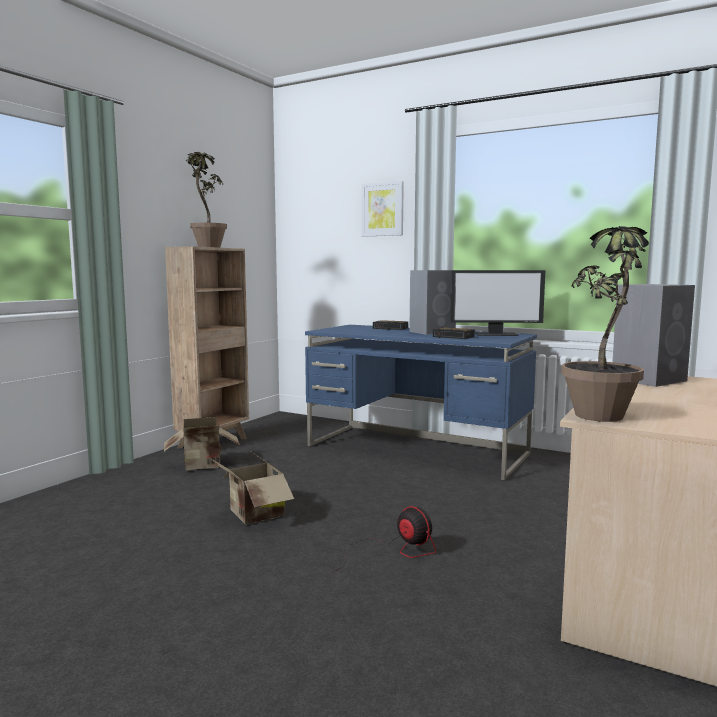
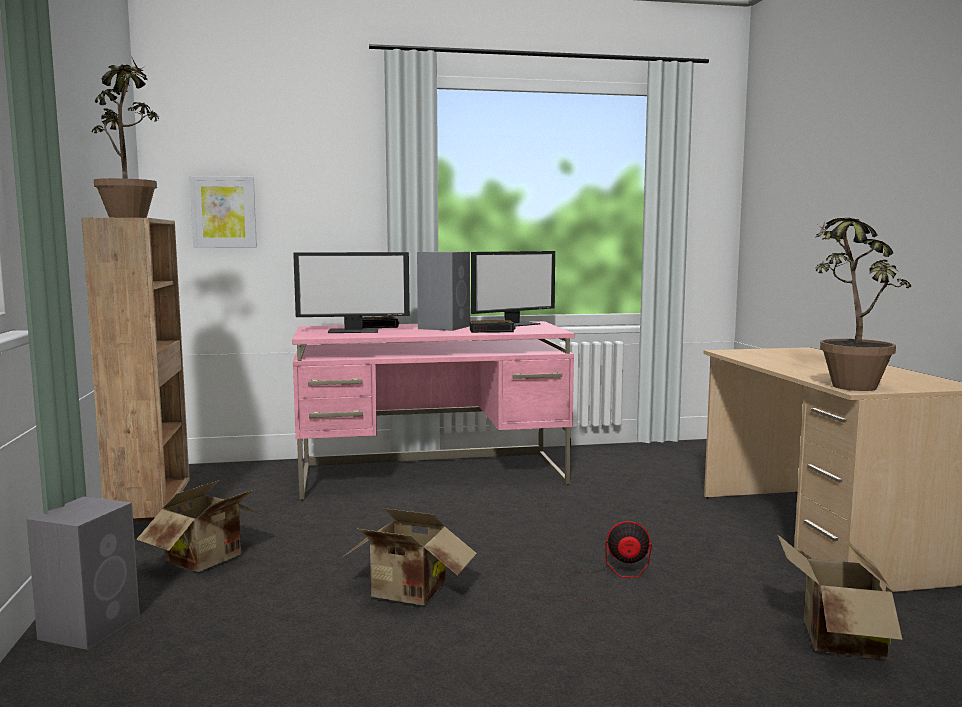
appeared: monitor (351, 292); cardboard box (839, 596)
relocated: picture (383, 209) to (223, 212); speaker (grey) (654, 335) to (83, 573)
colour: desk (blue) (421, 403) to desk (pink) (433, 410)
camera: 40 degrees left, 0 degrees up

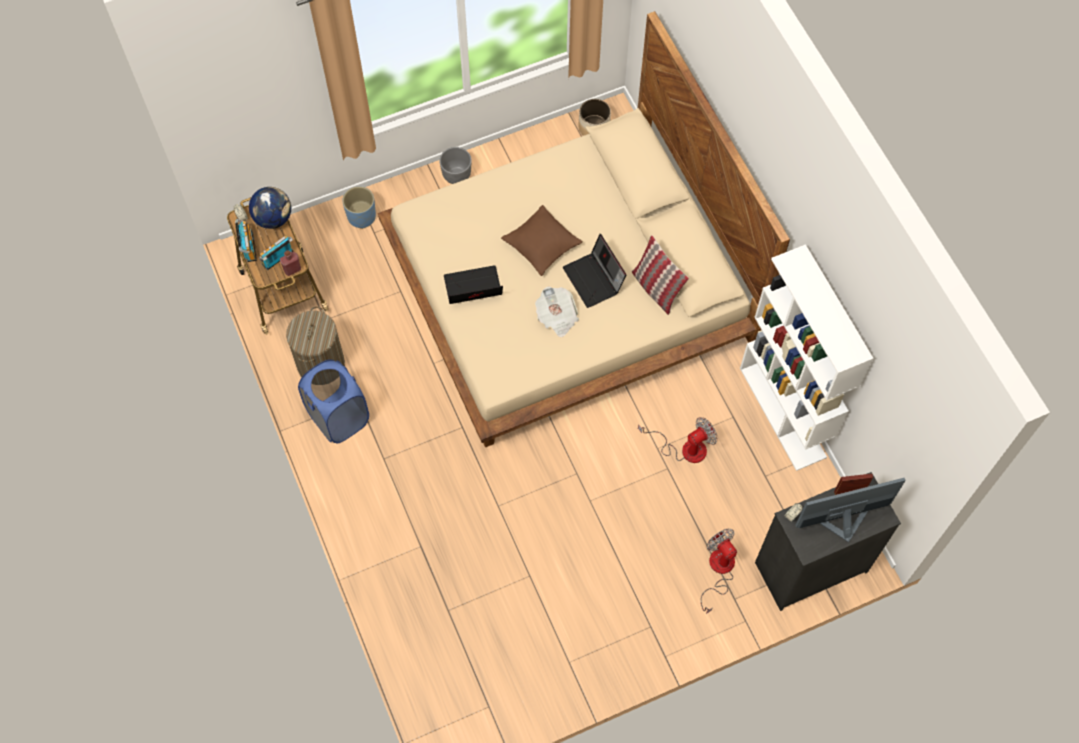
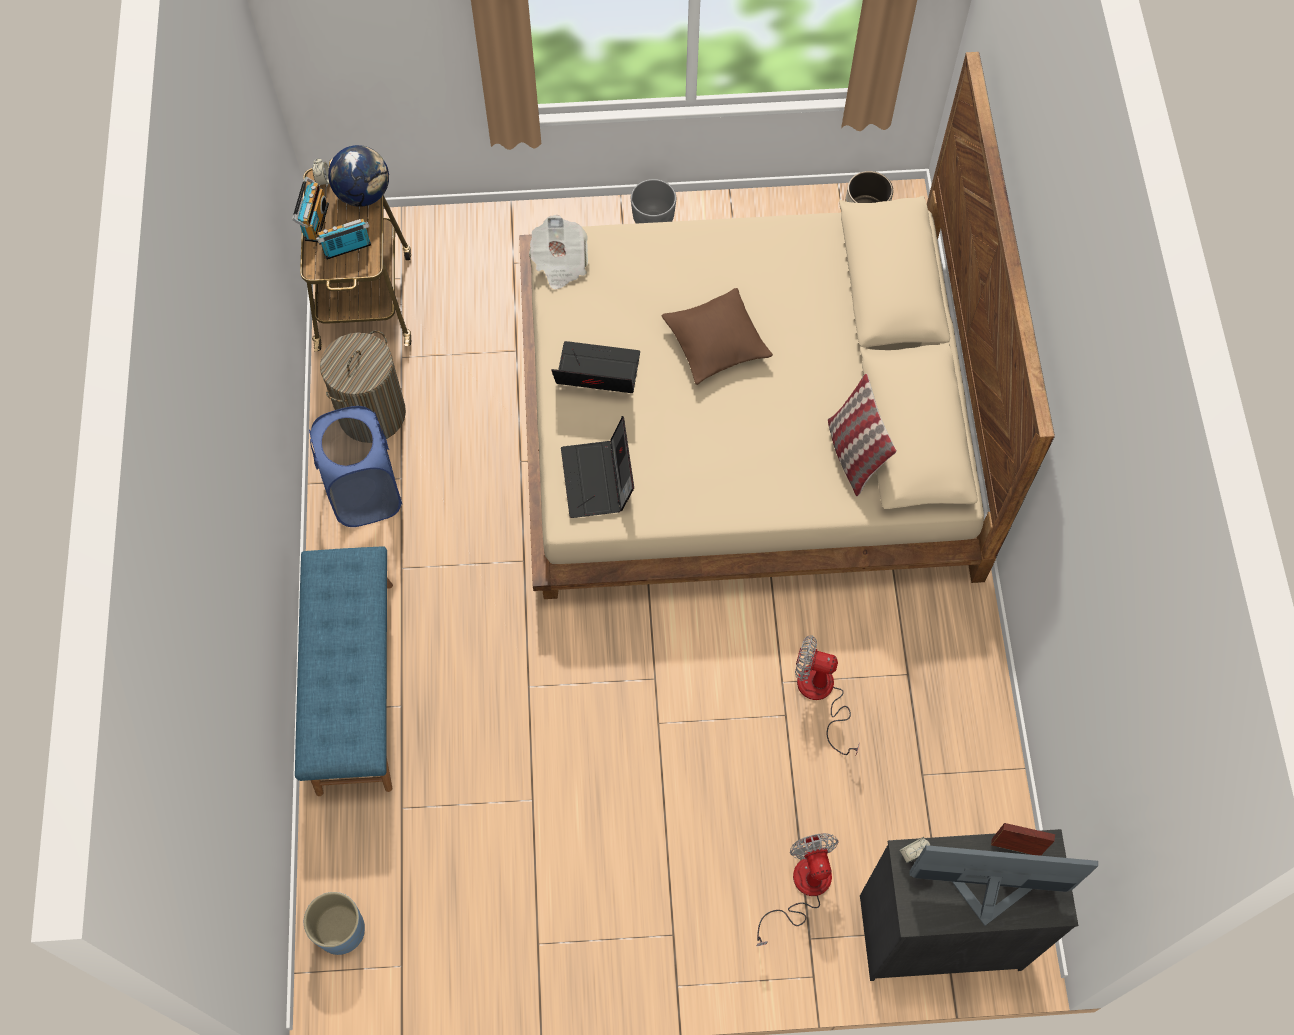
missing: bottle (red) (290, 263); bookcase (white) (807, 357)
appeared: bench (blue) (344, 671)
relocated: planter (blue) (359, 207) to (334, 923); newspaper (557, 311) to (558, 252); laptop (594, 271) to (597, 467)
spun: fan (678, 440) = (827, 695) 150 degrees counterclockwise
camera: 20 degrees right, 0 degrees up

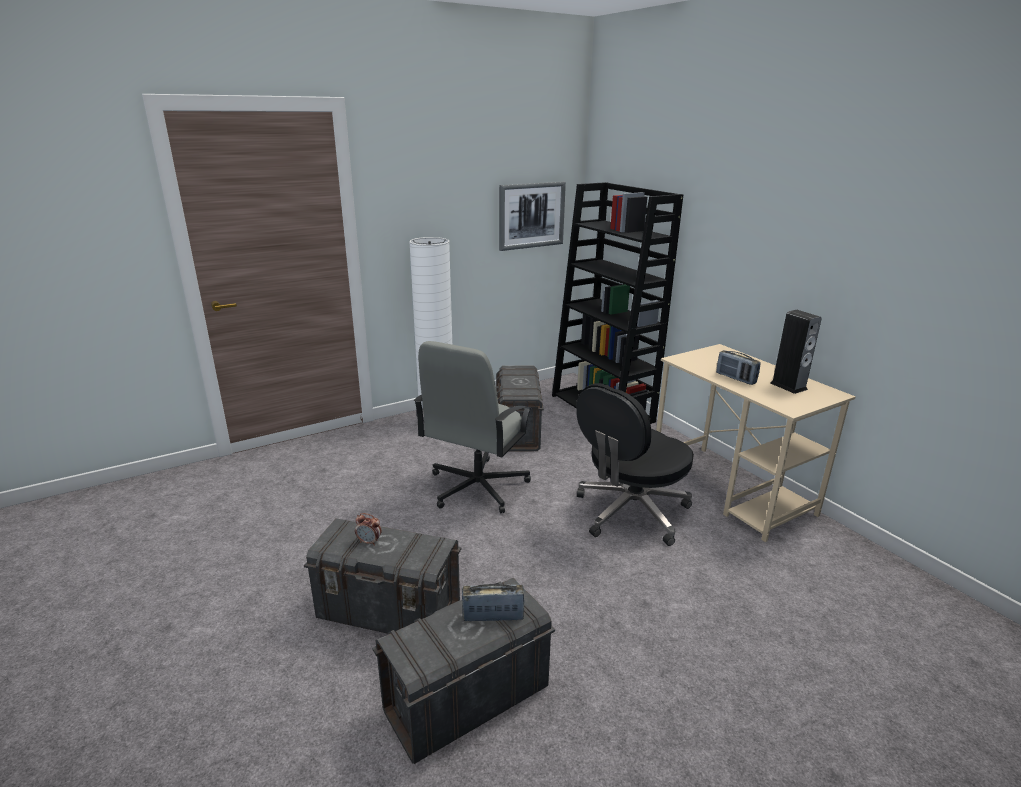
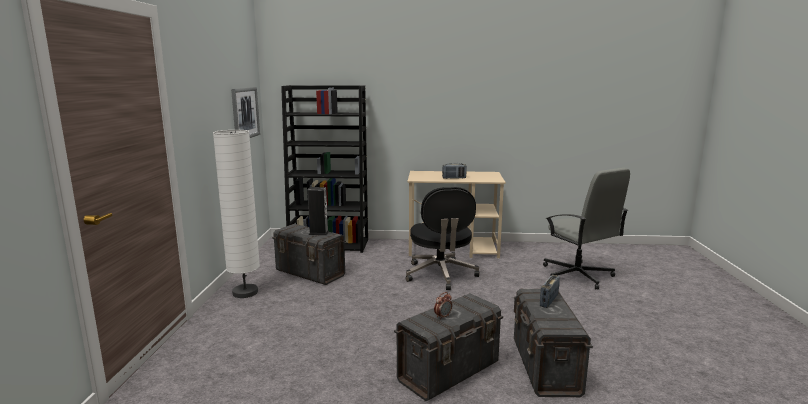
relocated: office chair (grey) (473, 427) to (586, 228); speaker (796, 352) to (318, 211)
camera: 55 degrees left, 10 degrees down

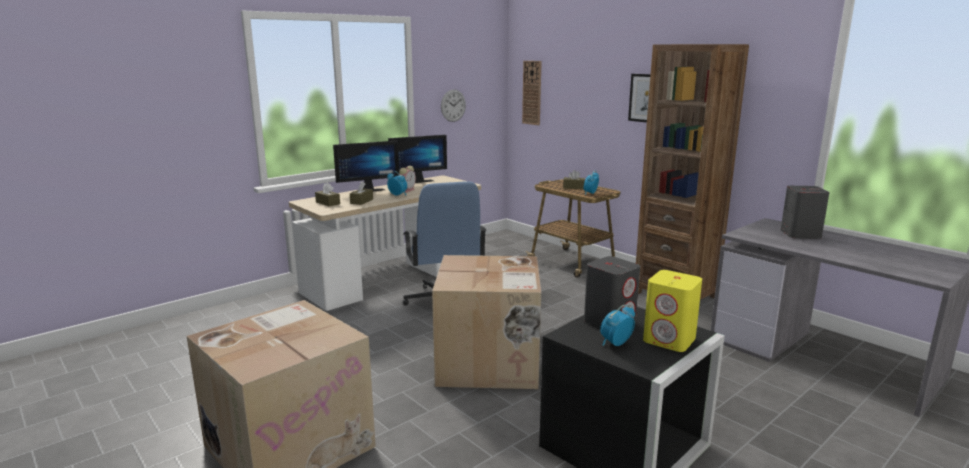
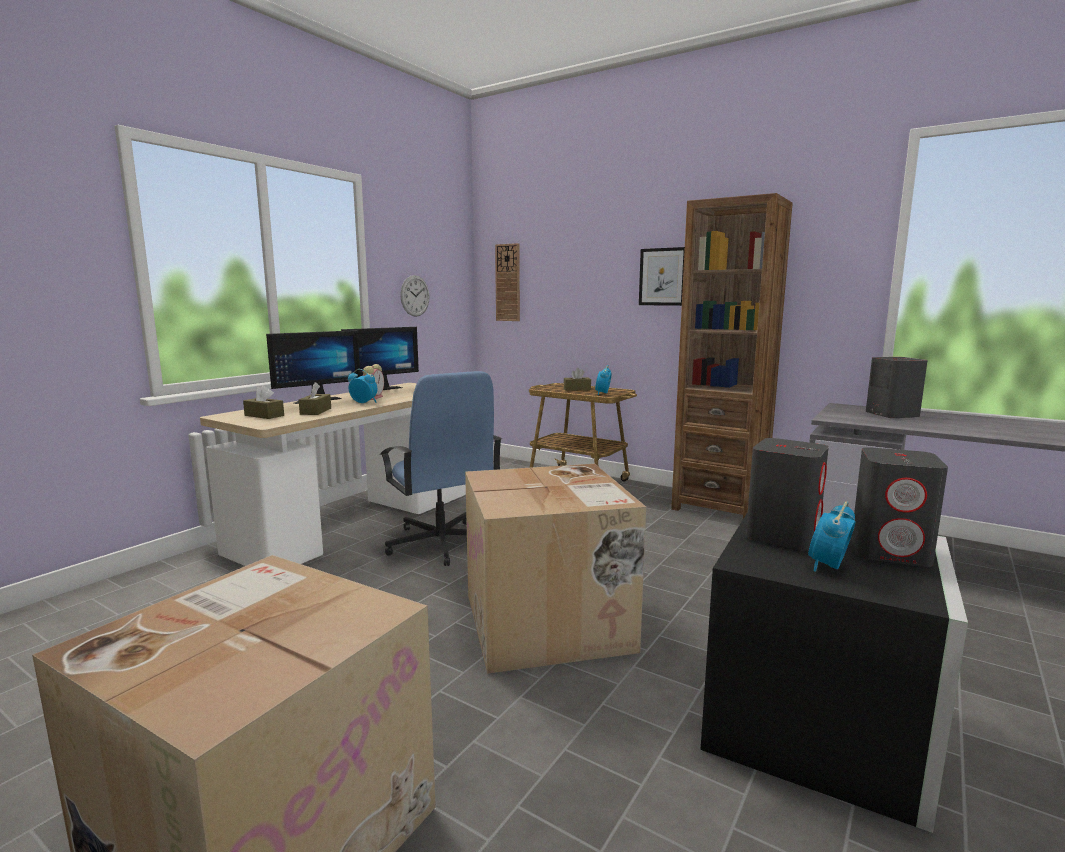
colour: speaker (yellow) (672, 311) to speaker (grey) (899, 507)
camera: 15 degrees left, 5 degrees down

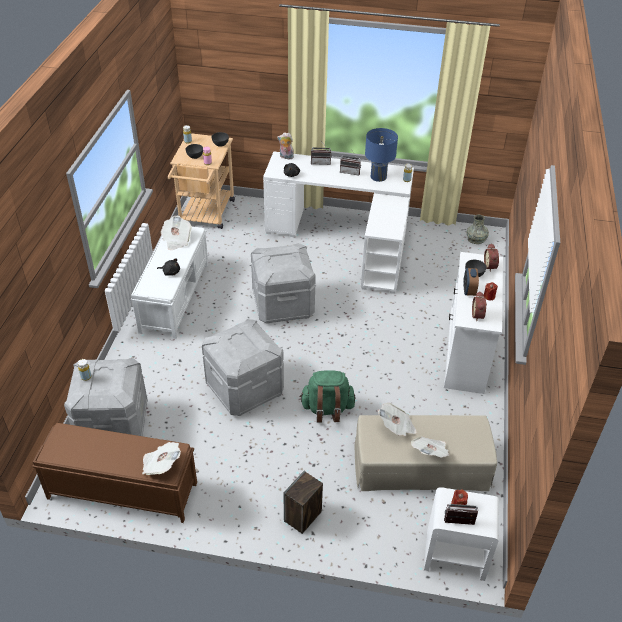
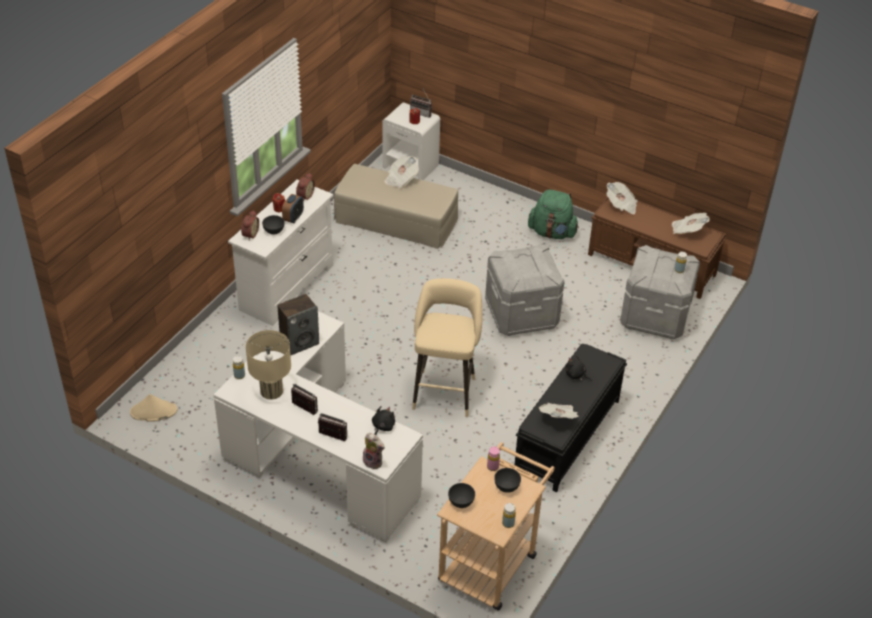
relocated: speaker (303, 502) to (298, 324); backpack (green) (328, 396) to (553, 214); newspaper (397, 419) to (691, 223)
exchanged: storage box (grey) (283, 283) to stool (beige) (447, 347); vase (grey) (478, 229) to hat (beige) (153, 408)
colour: bench (white) (169, 282) to bench (black) (570, 418); table lamp (blue) (381, 155) to table lamp (beige) (268, 365)
camera: 160 degrees left, 0 degrees up

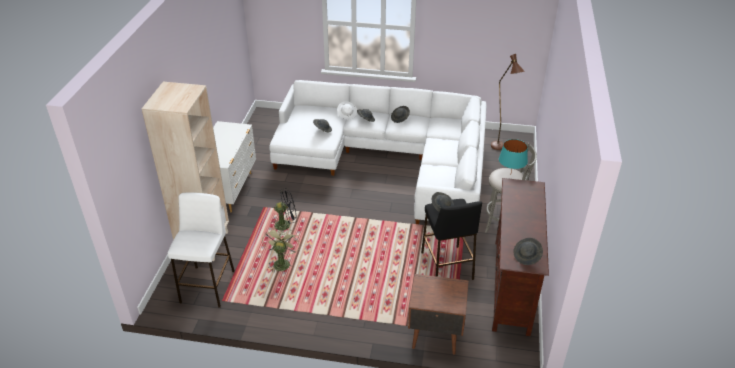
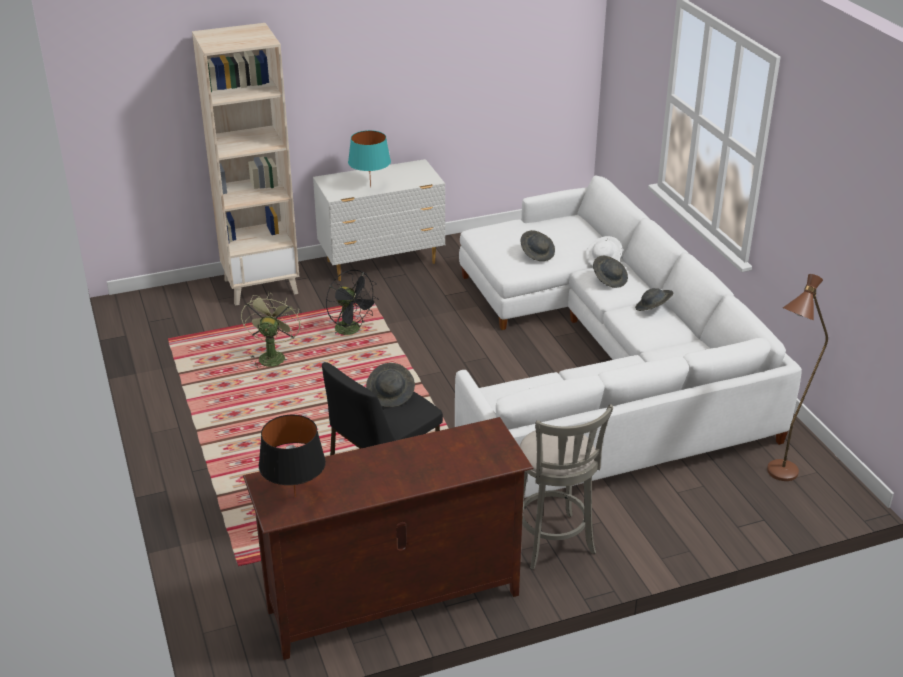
missing: stool (white) (201, 250); nightstand (brown) (438, 314)
relocated: table lamp (turquoise) (513, 155) to (369, 158)
exchanged: hat (grey) (528, 251) to table lamp (black) (292, 456)
spun: fan (green) (281, 250) = (271, 330) 60 degrees counterclockwise
camera: 60 degrees right, 5 degrees down

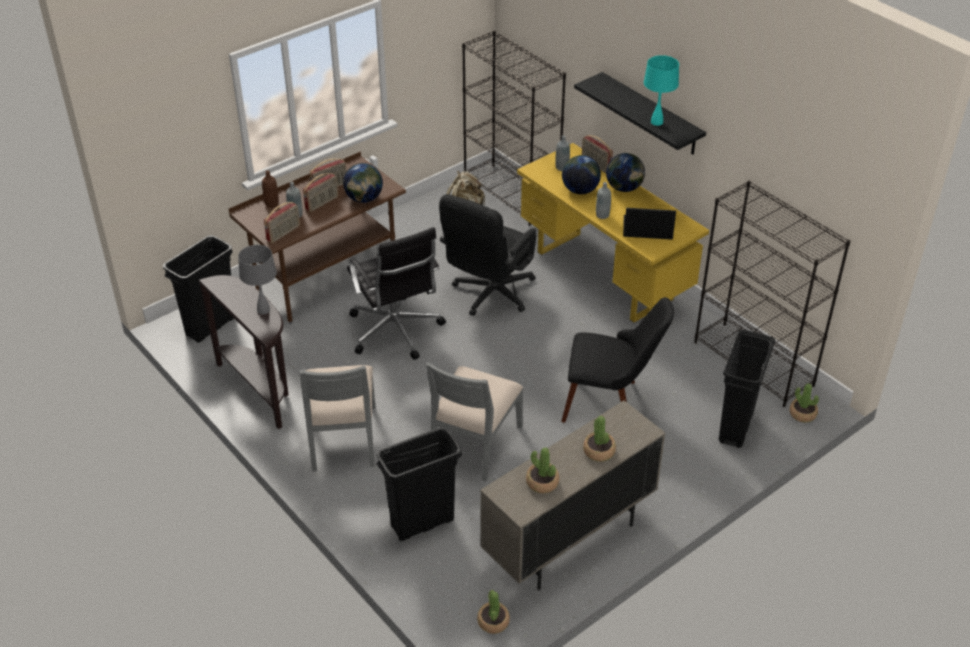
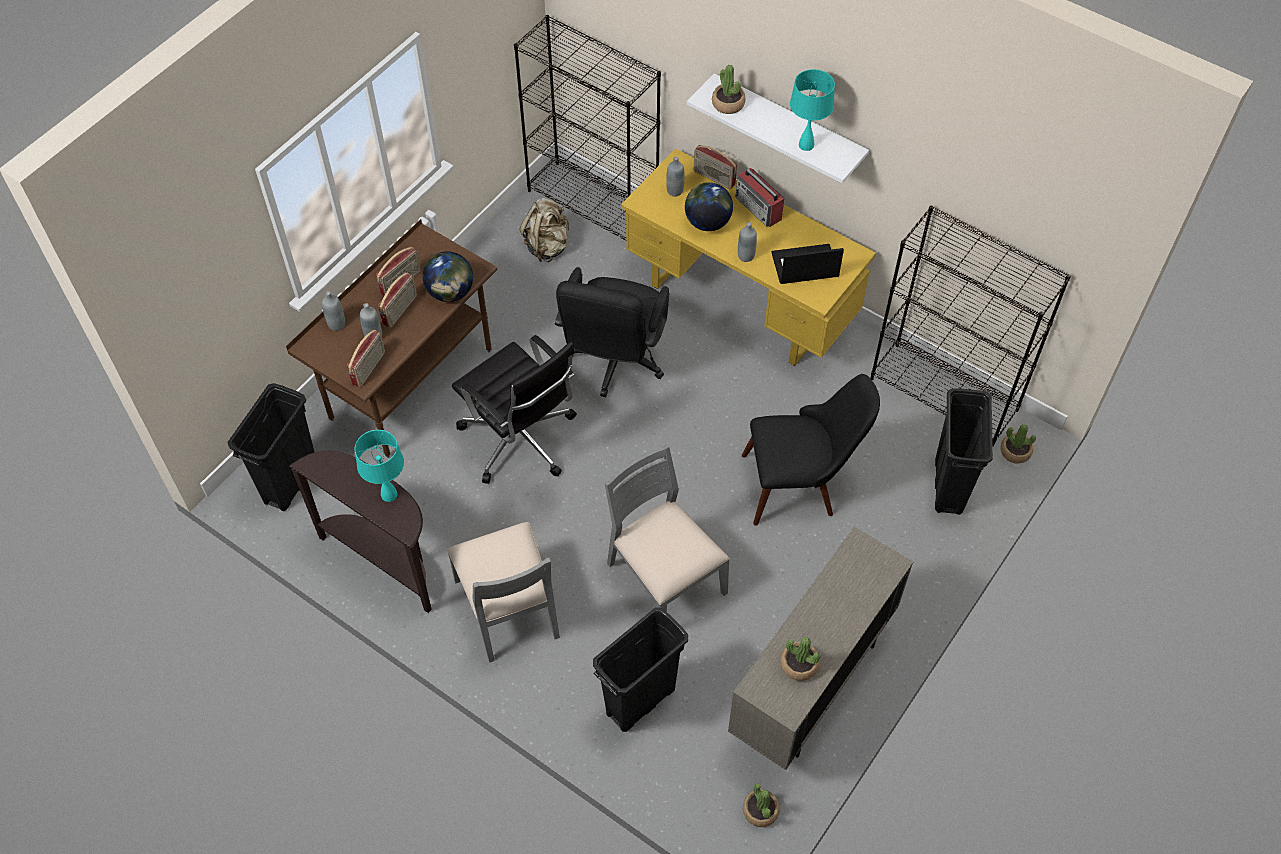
relocated: potted plant (599, 439) to (729, 89)
exchanged: globe (625, 172) to radio (759, 197)
colour: table lamp (grey) (257, 279) to table lamp (turquoise) (379, 466); bottle (brown) (270, 189) to bottle (grey) (333, 311); shelf (black) (640, 113) to shelf (white) (778, 128)
spun: chair (grey) (474, 421) = (667, 528) 135 degrees clockwise
camera: 15 degrees left, 15 degrees up

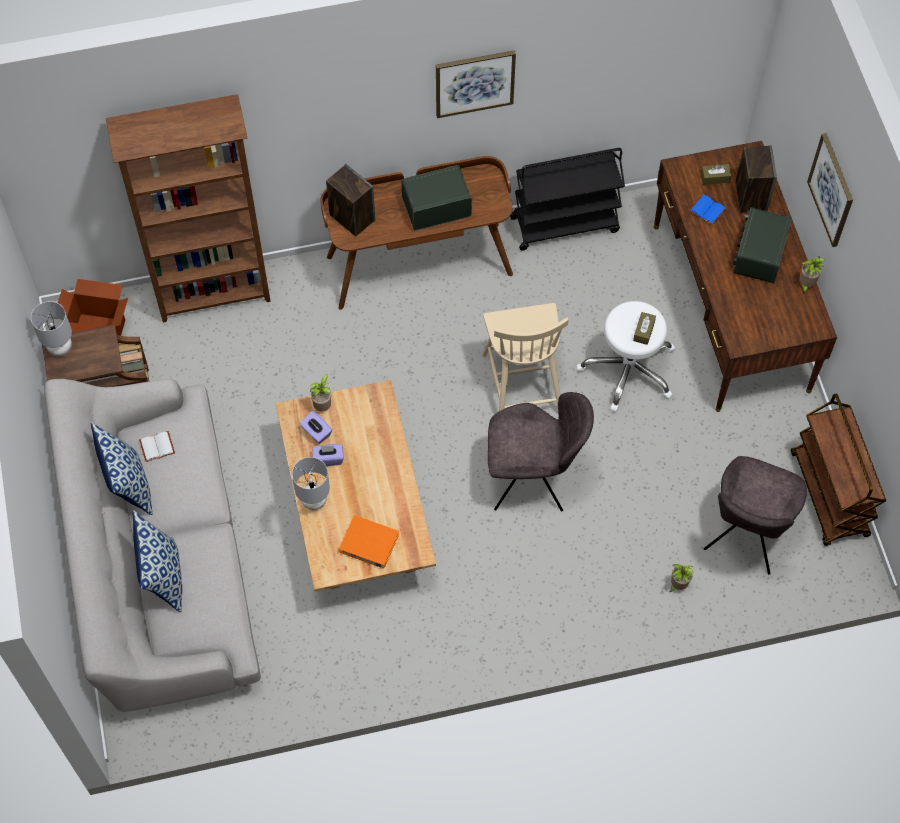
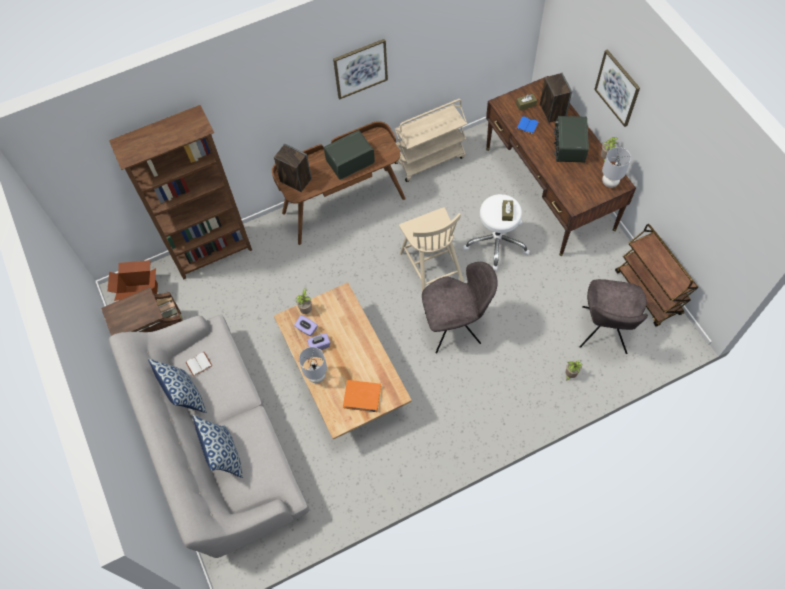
relocated: table lamp (grey) (51, 328) to (616, 167)
colour: cart (black) (567, 199) to cart (beige) (431, 140)
camera: 10 degrees left, 0 degrees up

